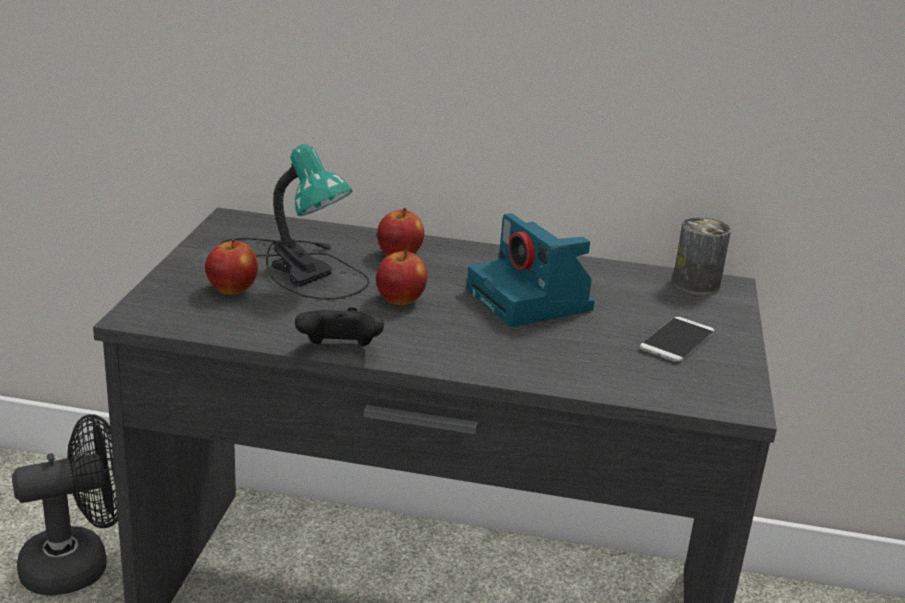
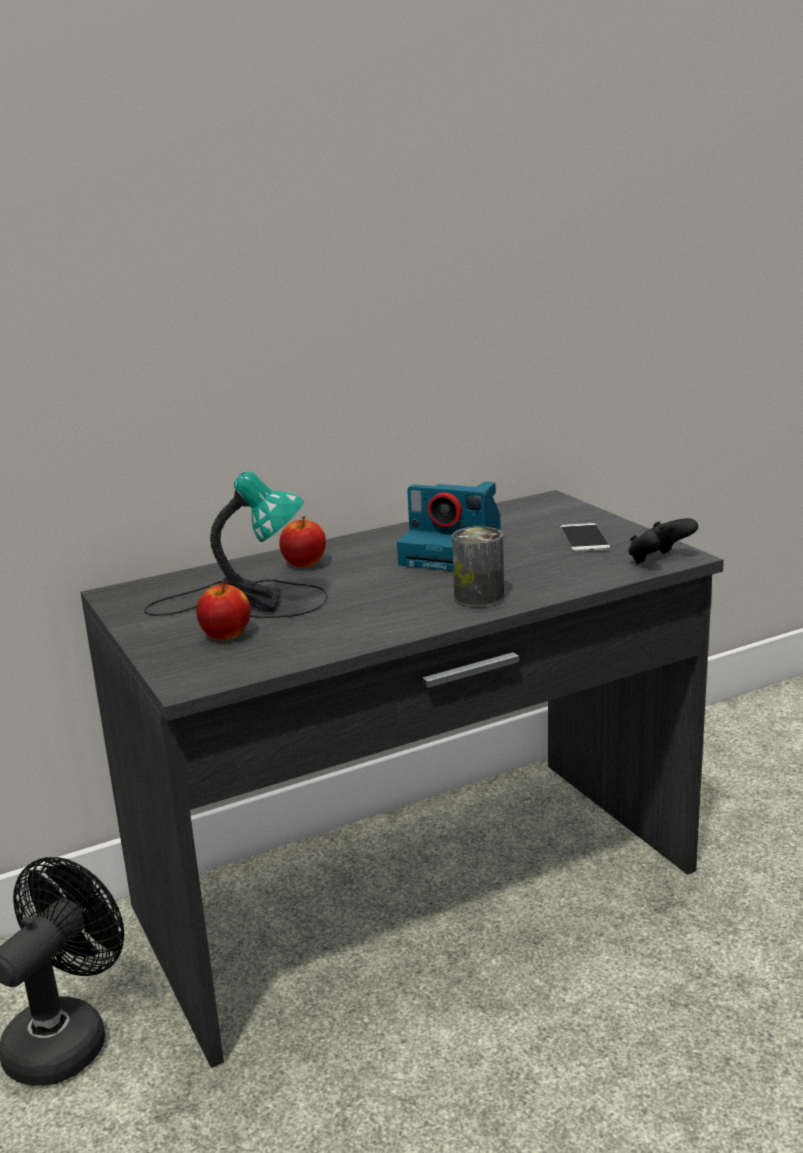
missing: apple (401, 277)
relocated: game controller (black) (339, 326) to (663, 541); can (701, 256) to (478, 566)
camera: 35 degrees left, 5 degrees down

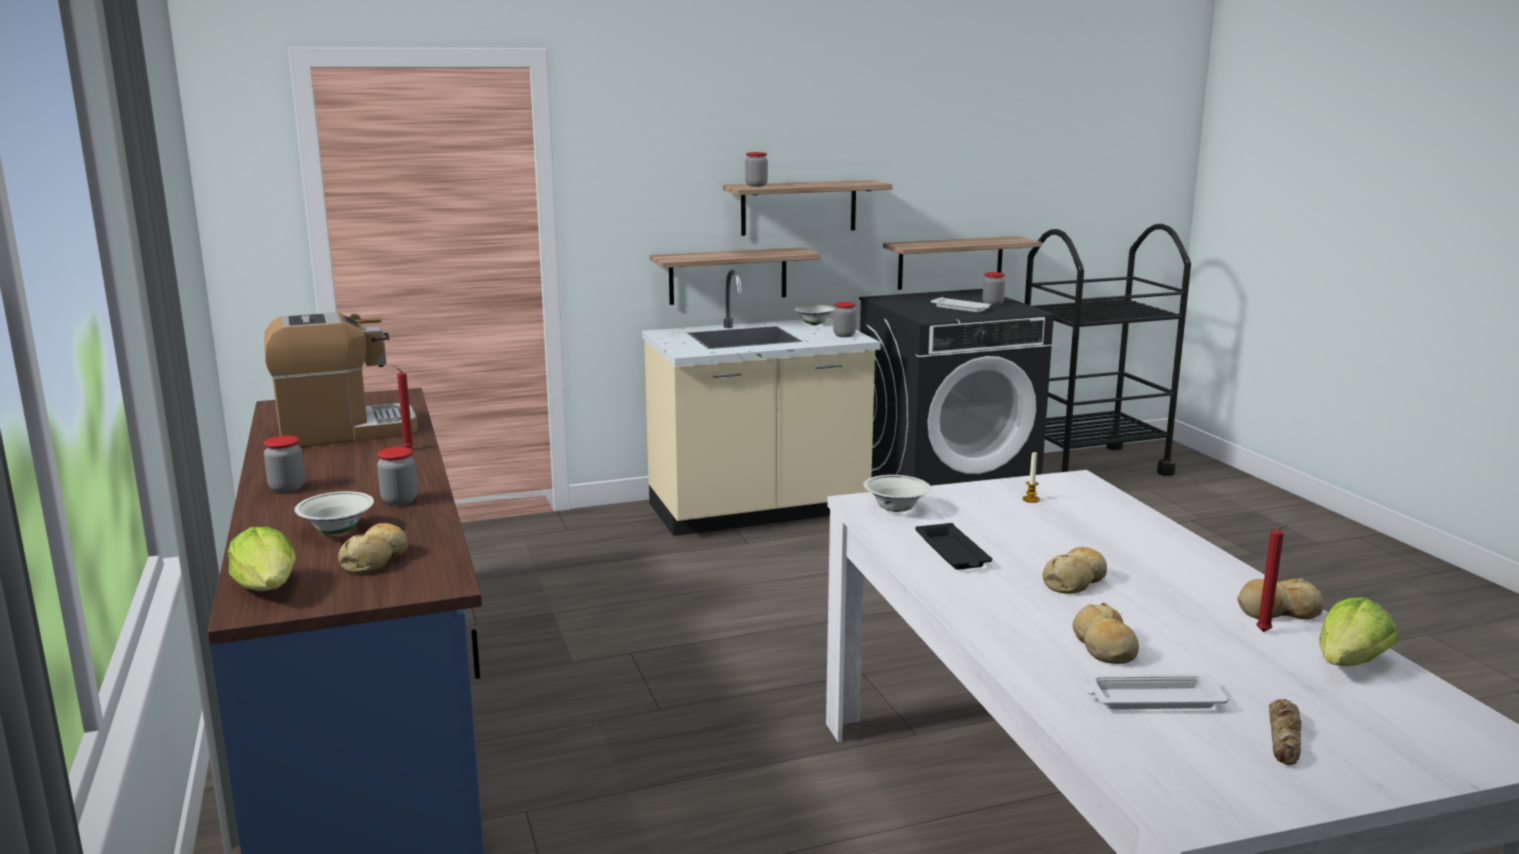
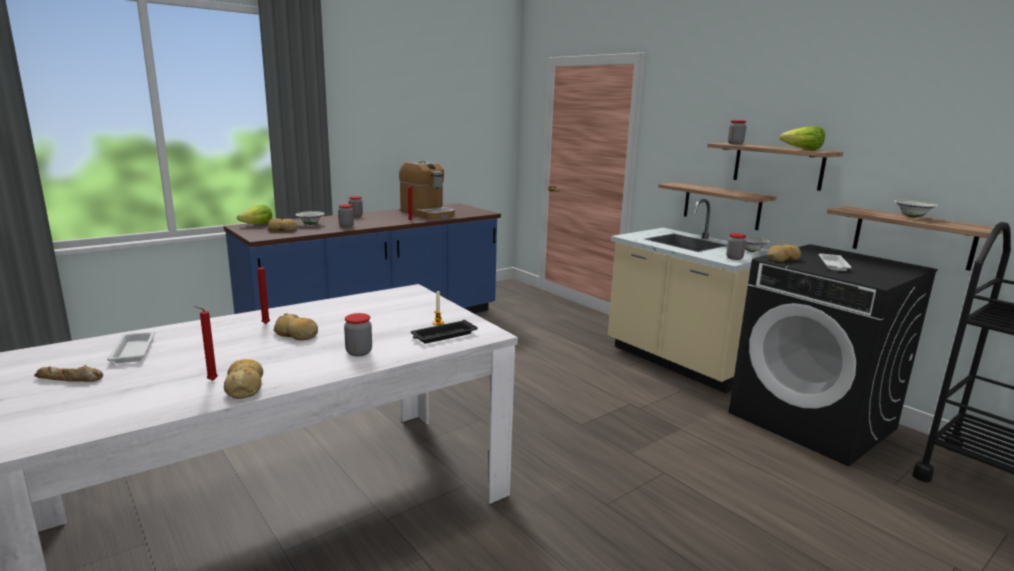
appeared: candle (red) (263, 293)
relocated: bowl (white) (897, 493) to (916, 209); tray (black) (953, 546) to (444, 332); jar (993, 289) to (358, 334); bread (1106, 633) to (784, 253); lettuce (1358, 631) to (802, 138)
camera: 70 degrees right, 0 degrees up

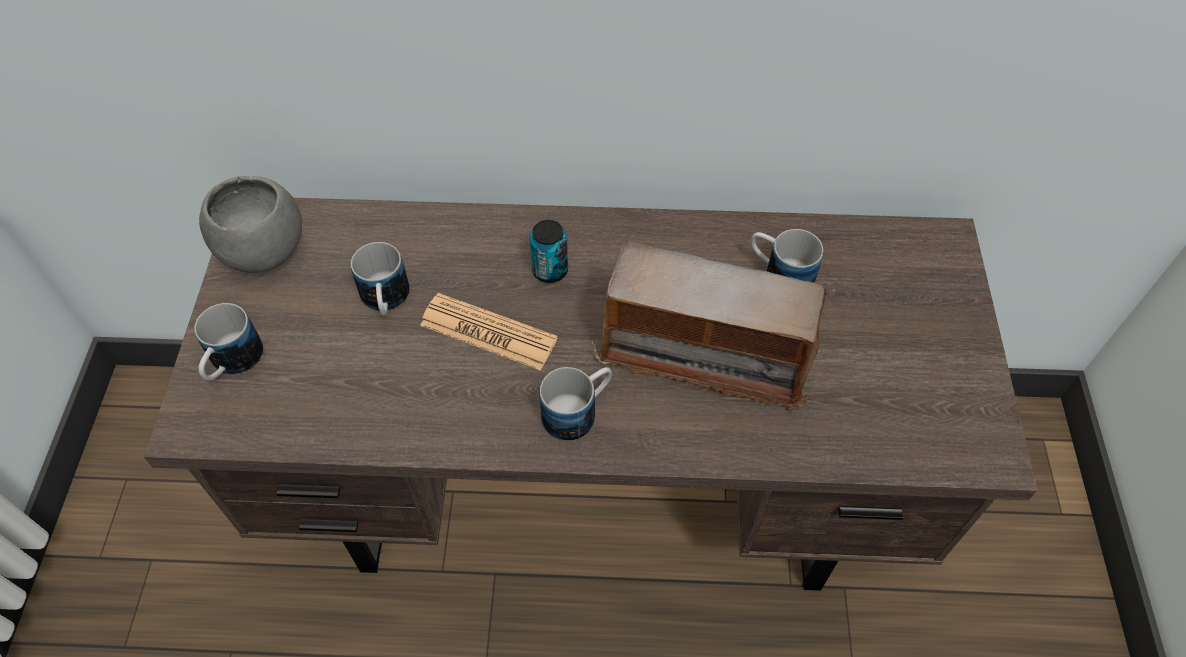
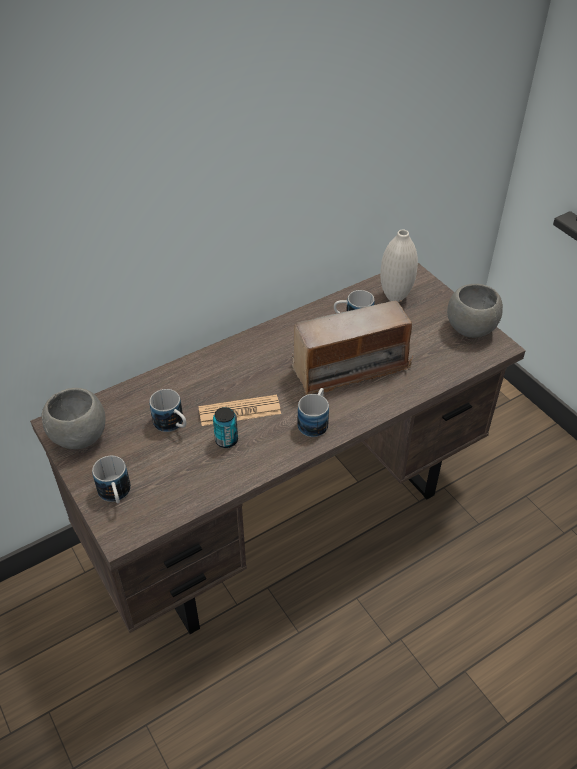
appeared: vase (white) (399, 265); bowl (grey) (475, 311)
relocated: can (548, 251) to (225, 427)
camera: 35 degrees left, 10 degrees down

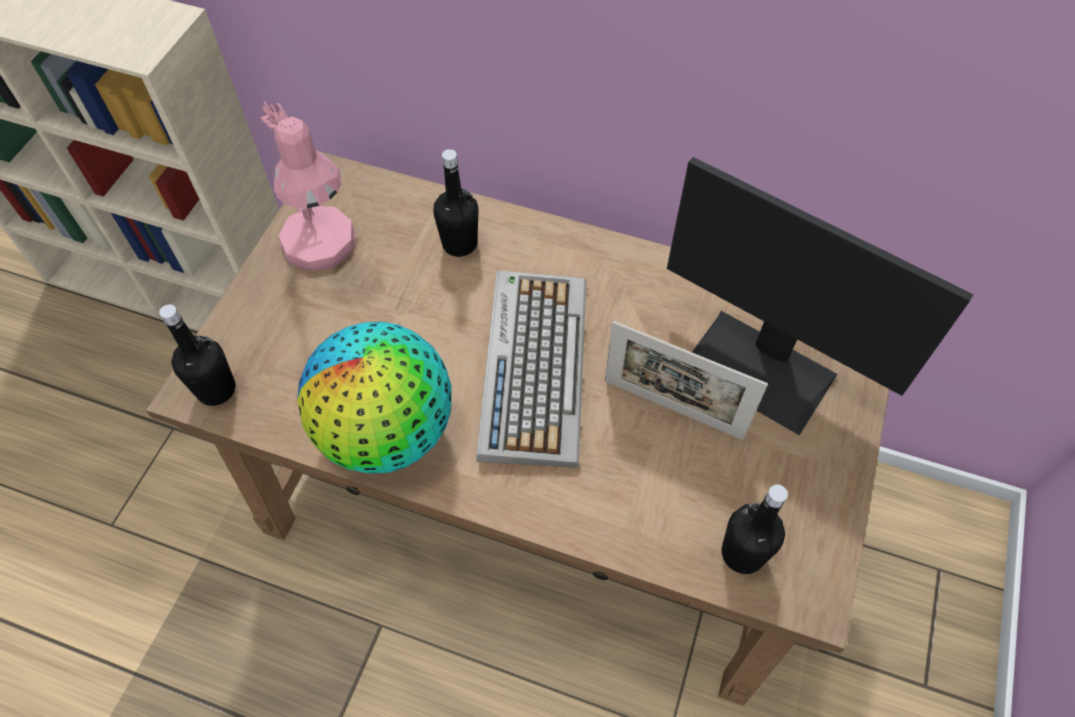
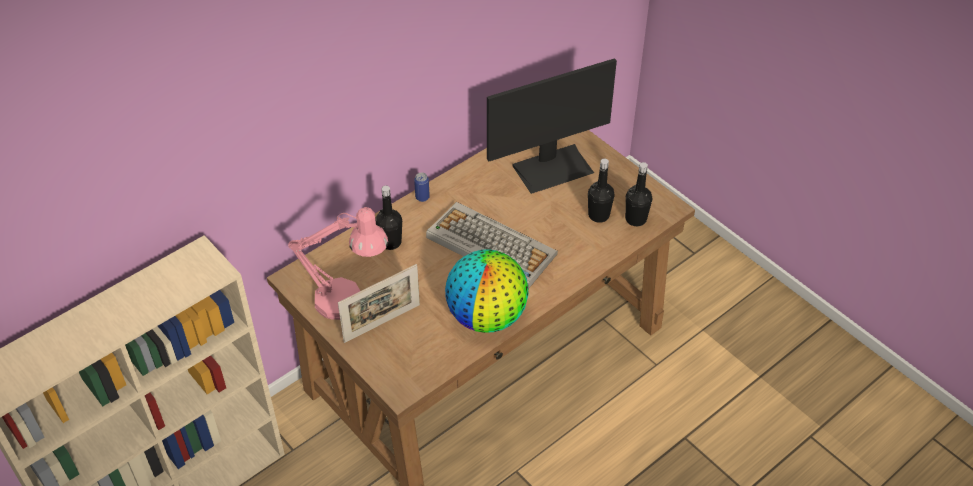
appeared: can (422, 187)
relocated: bottle (black) (197, 355) to (601, 190); picture frame (686, 380) to (379, 303)
camera: 60 degrees left, 10 degrees down

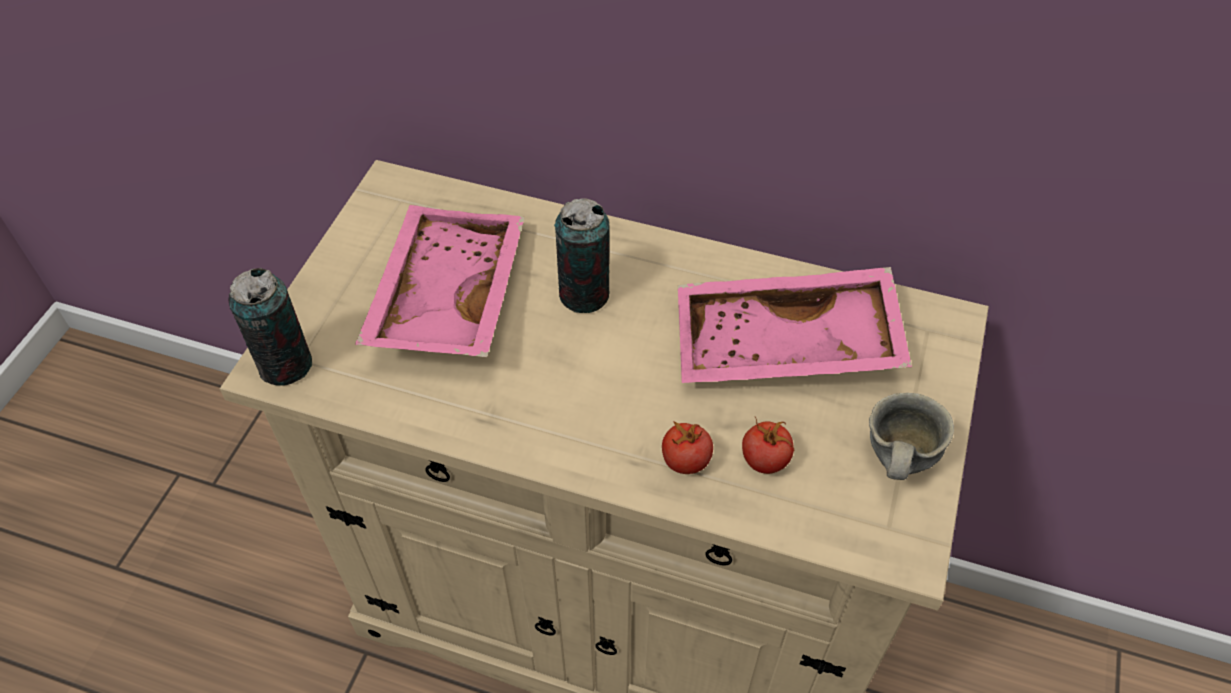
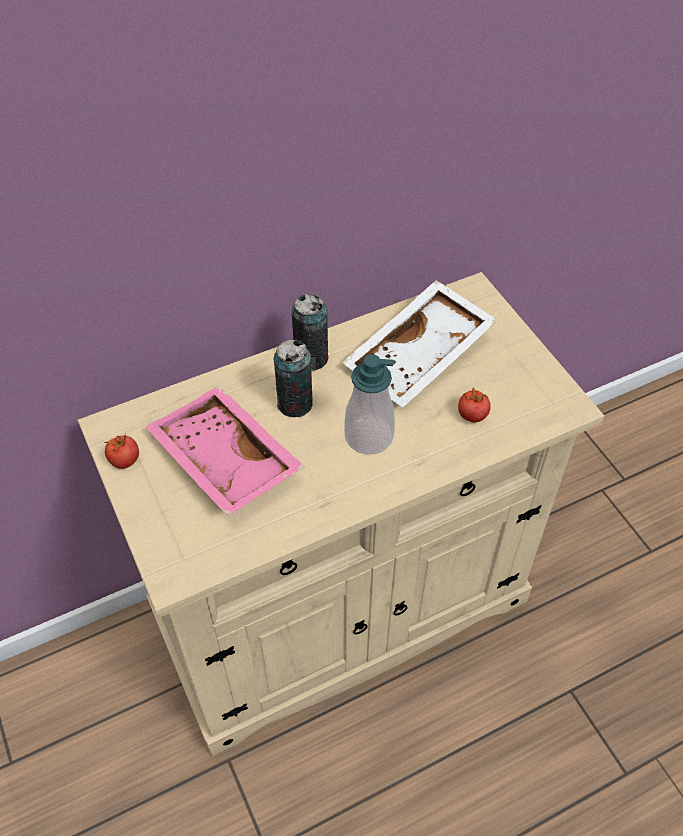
missing: mug (grey) (911, 436)
appeared: soap dispenser (369, 404)
relocated: can (270, 327) to (310, 332); tomato (687, 447) to (121, 451)
colour: tray (pink) (795, 325) to tray (white) (419, 343)
camera: 45 degrees left, 0 degrees up

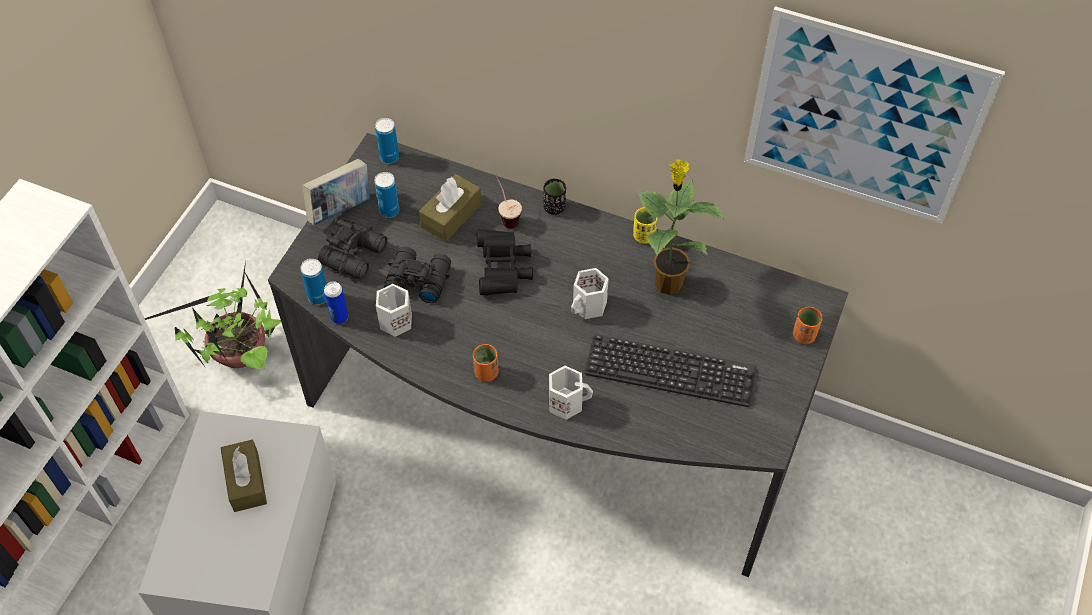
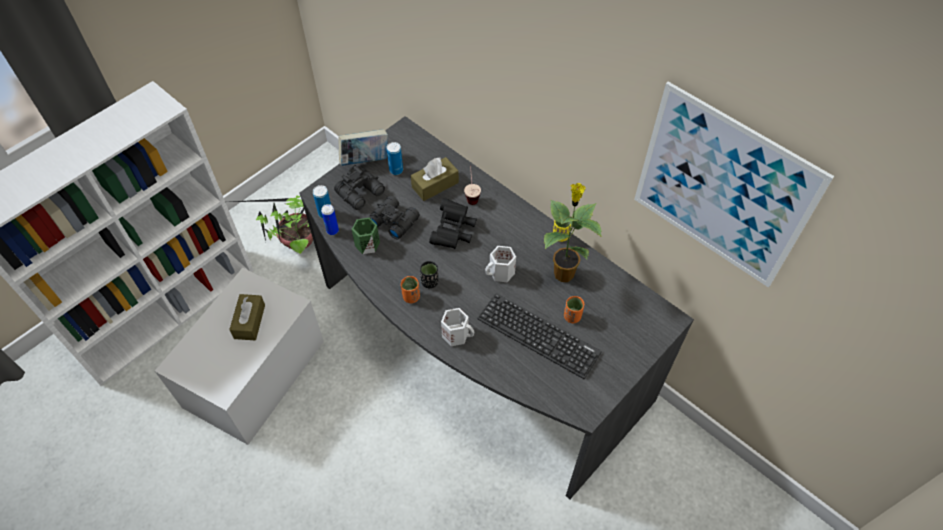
missing: can (387, 140)
relocated: cup (black) (554, 196) to (429, 274); cup (orange) (807, 325) to (574, 309)
colour: mug (white) (394, 310) to mug (green) (365, 236)
camera: 20 degrees right, 0 degrees up

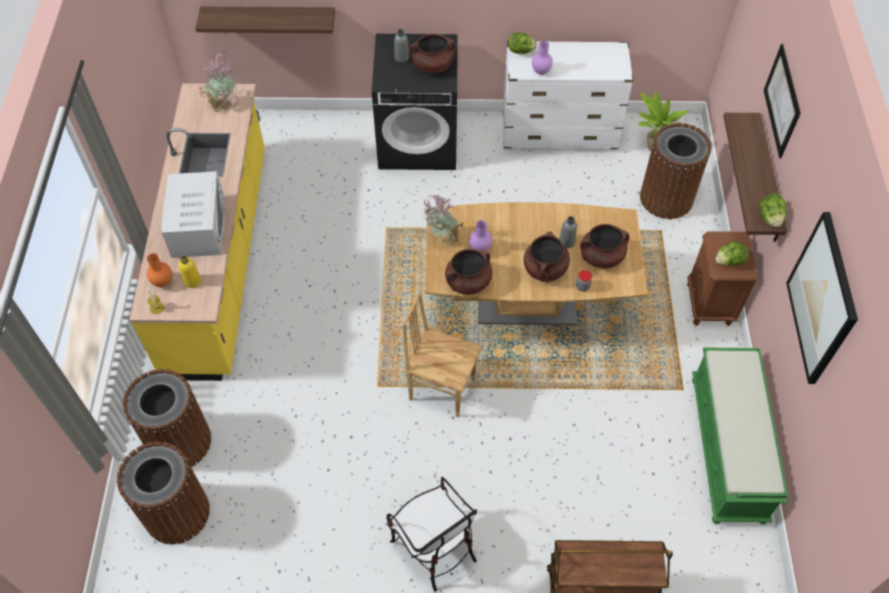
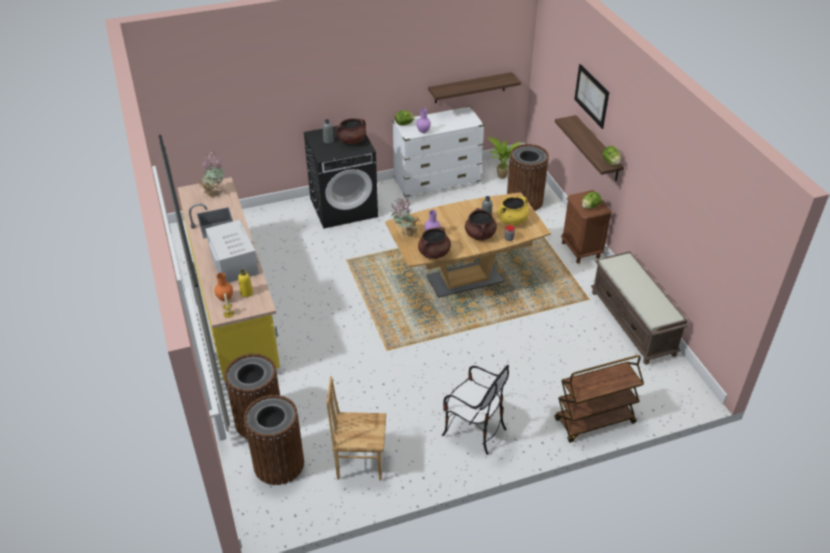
missing: picture (822, 298)
relocated: shelf (265, 20) to (474, 87); chair (brown) (442, 354) to (356, 428)
colour: cooking pot (brown) (604, 246) to cooking pot (yellow) (513, 210); bench (green) (740, 435) to bench (brown) (639, 308)
camera: 20 degrees left, 15 degrees down

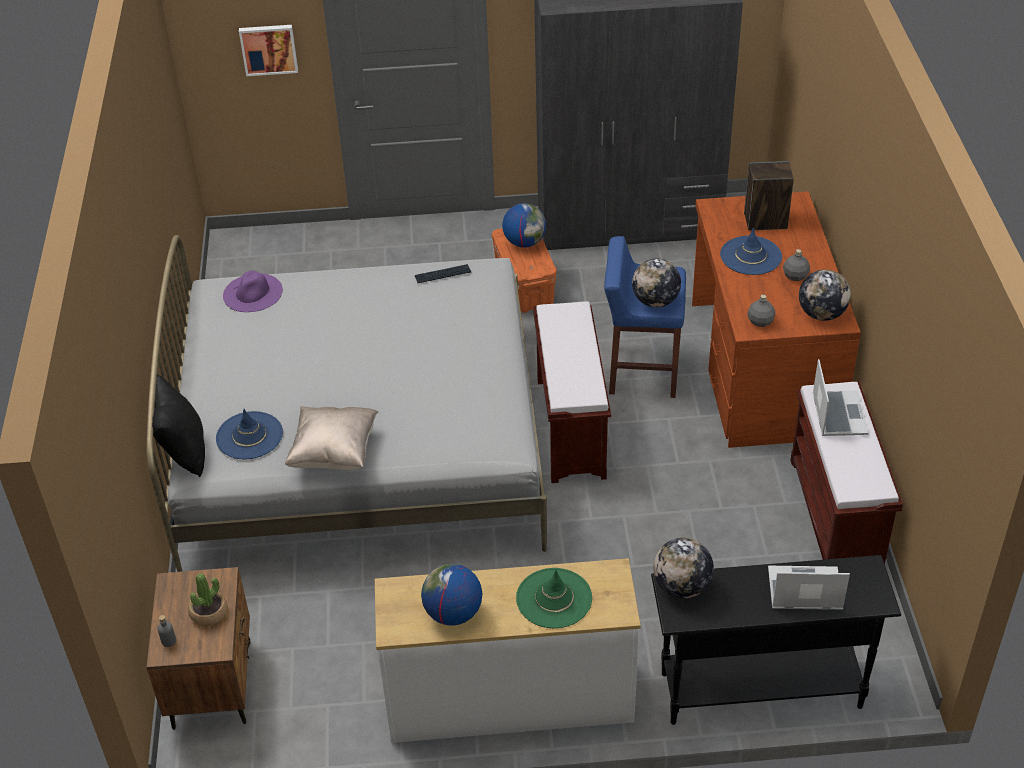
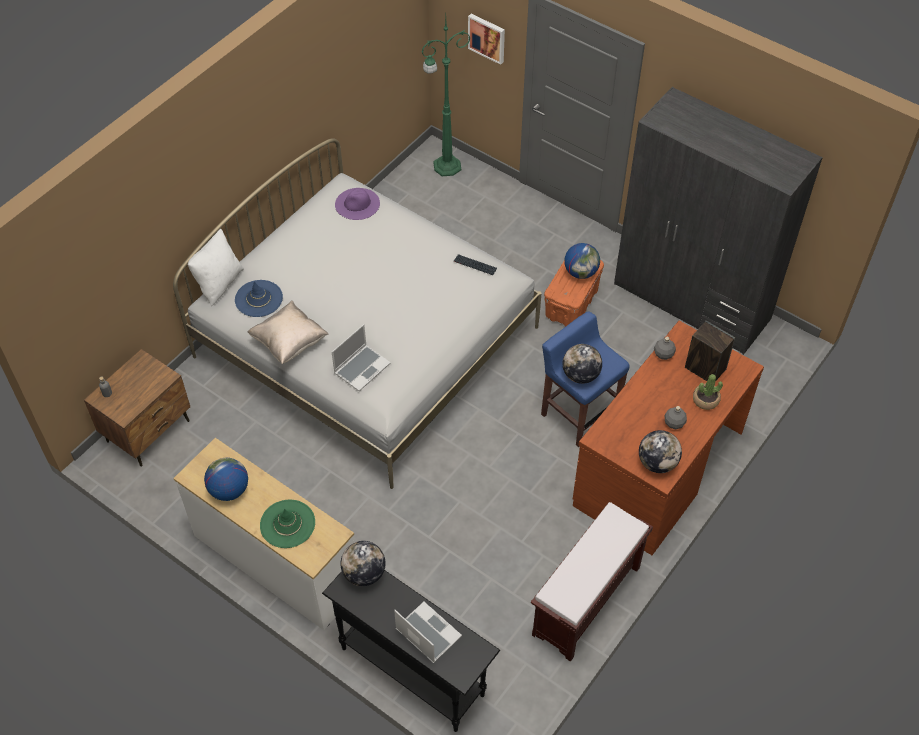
missing: bench (brown) (572, 392); hat (blue) (751, 251)
appeared: floor lamp (green) (445, 95)
relocated: potted plant (208, 600) to (708, 392); bottle (grey) (761, 310) to (665, 348); laptop (841, 397) to (361, 357)
colour: pillow (black) (178, 426) to pillow (white) (216, 267)
camera: 40 degrees right, 10 degrees up

